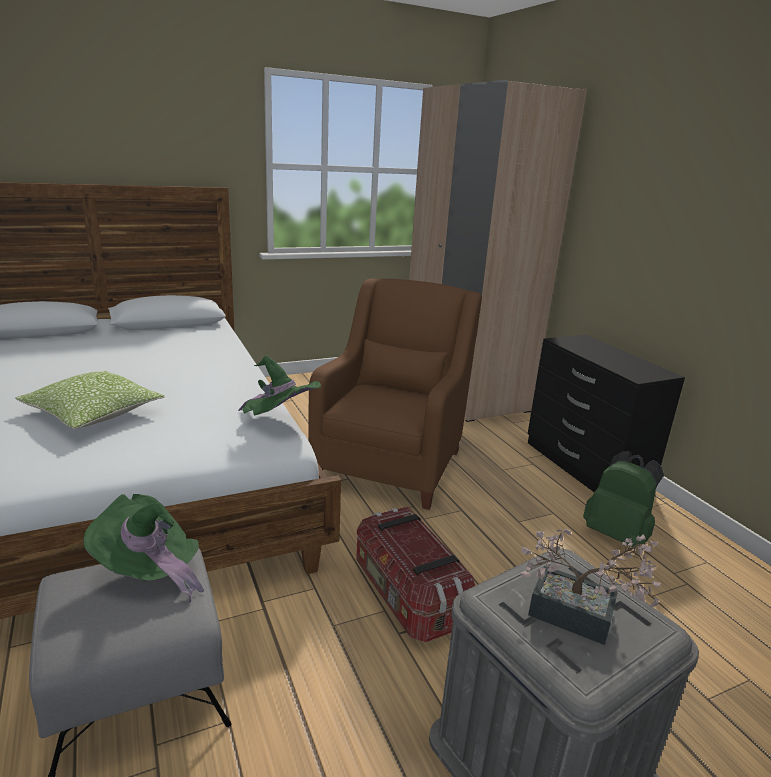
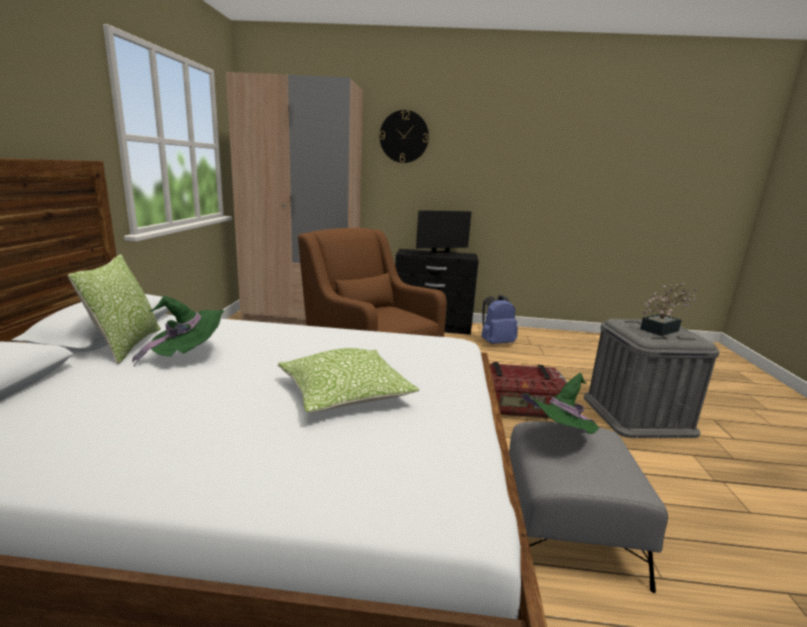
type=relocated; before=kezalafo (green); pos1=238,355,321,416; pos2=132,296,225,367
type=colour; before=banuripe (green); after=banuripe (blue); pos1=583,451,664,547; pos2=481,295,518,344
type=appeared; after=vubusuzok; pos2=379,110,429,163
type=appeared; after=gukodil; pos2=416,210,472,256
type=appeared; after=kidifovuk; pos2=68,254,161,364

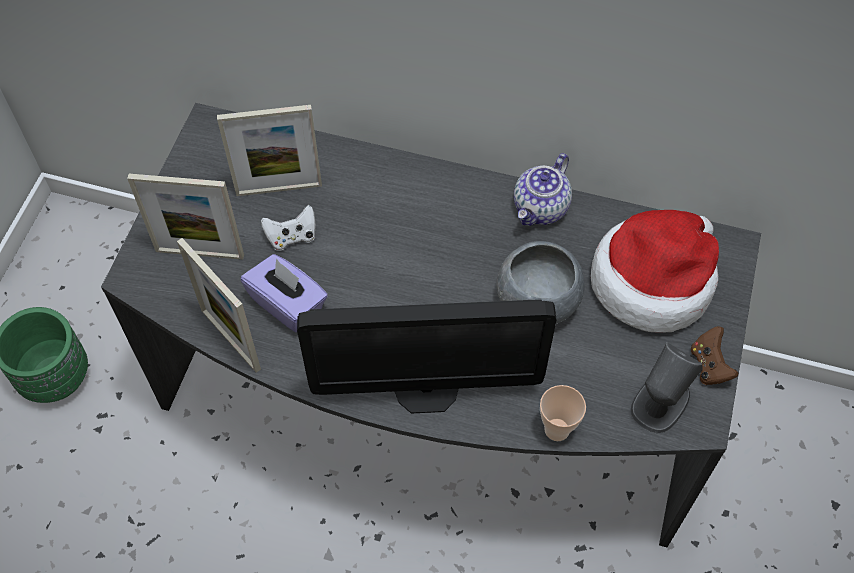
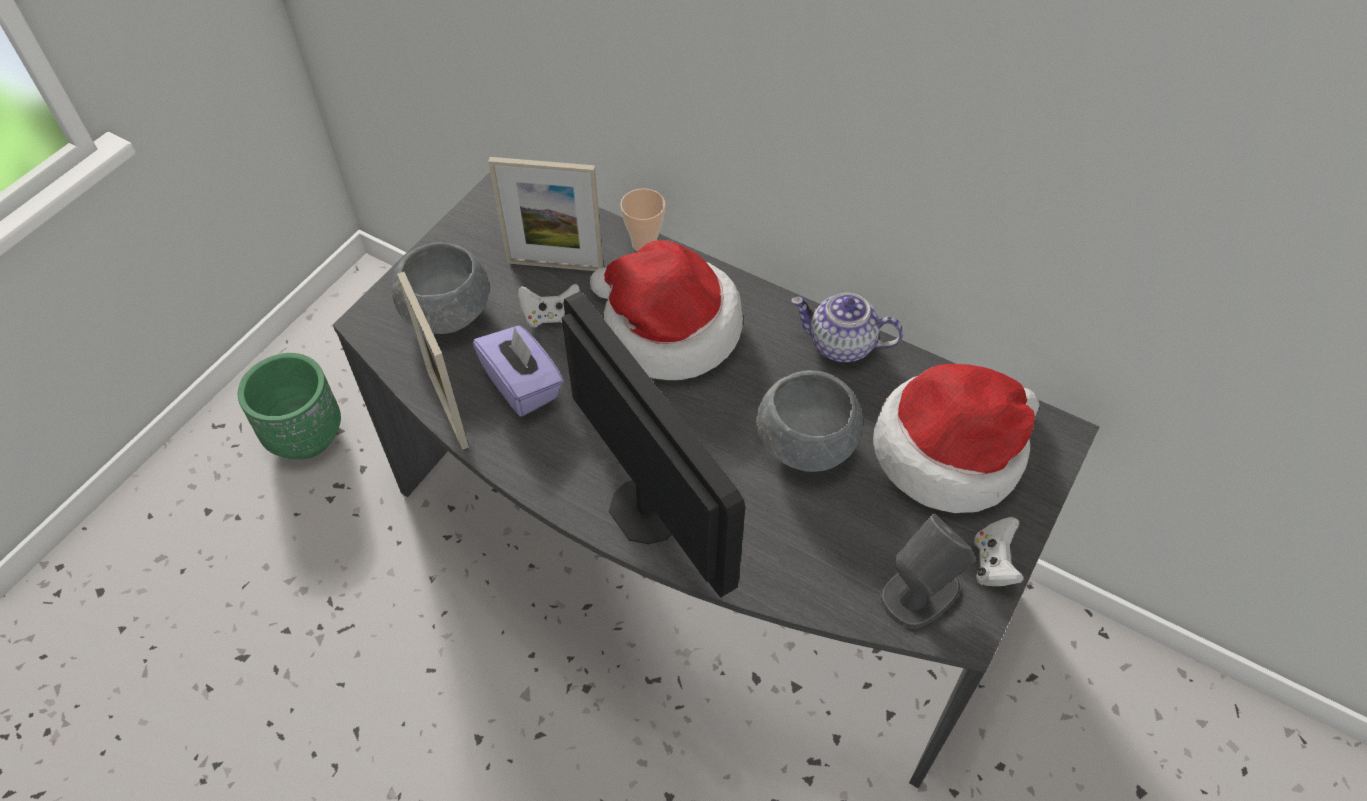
type=spun; before=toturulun; pos1=514,153,572,226; pos2=791,293,903,362; turn=60
type=exchanged; before=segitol; after=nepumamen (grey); pos1=127,174,244,260; pos2=392,243,489,334
type=spun; before=gukodil; pos1=297,299,556,413; pos2=562,291,745,597; turn=-135
type=colour; before=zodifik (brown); after=zodifik (white); pos1=691,326,739,385; pos2=974,517,1024,586
type=relocated; before=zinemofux; pos1=540,385,586,441; pos2=620,188,665,251
type=appeared; after=kezalafo; pos2=590,240,743,380

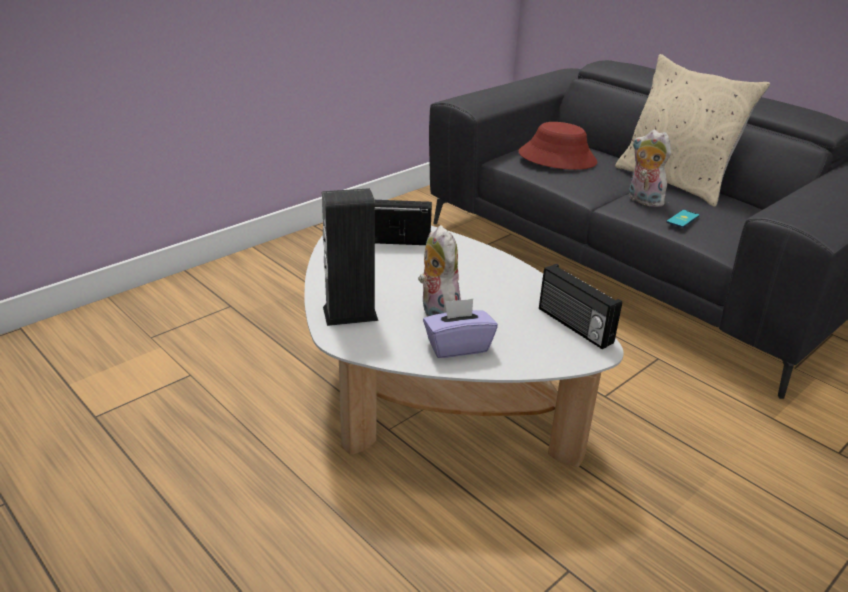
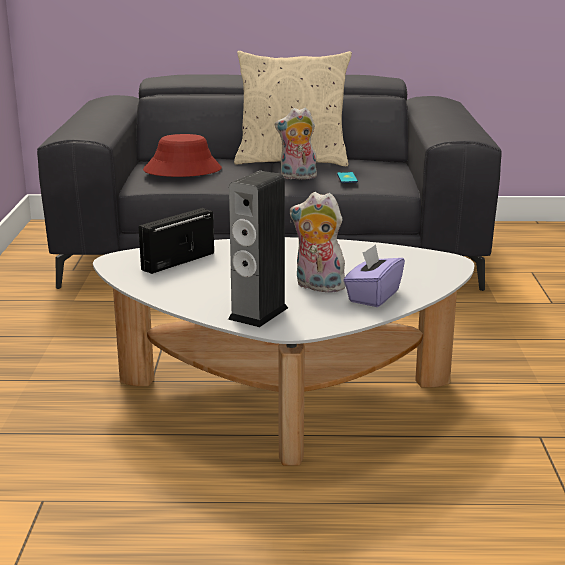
type=missing; before=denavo; pos1=539,264,622,349

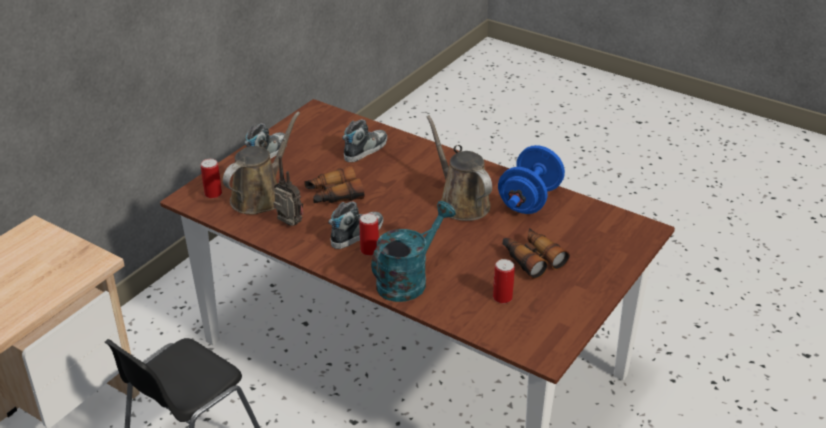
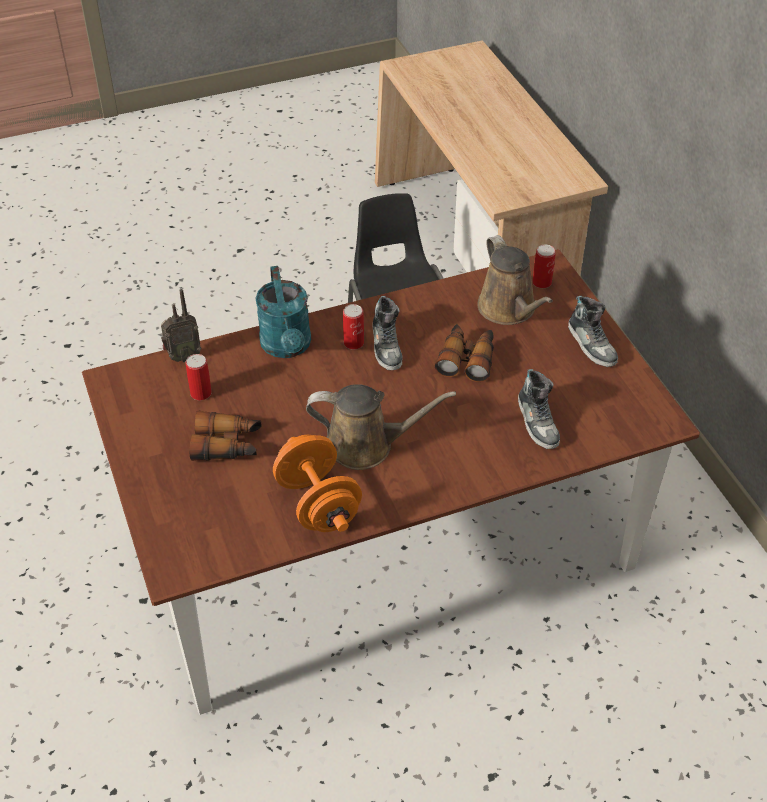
type=colour; before=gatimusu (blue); after=gatimusu (orange); pos1=498,145,565,214; pos2=273,435,362,532
type=relocated; before=denavo; pos1=273,156,304,226; pos2=161,289,201,362

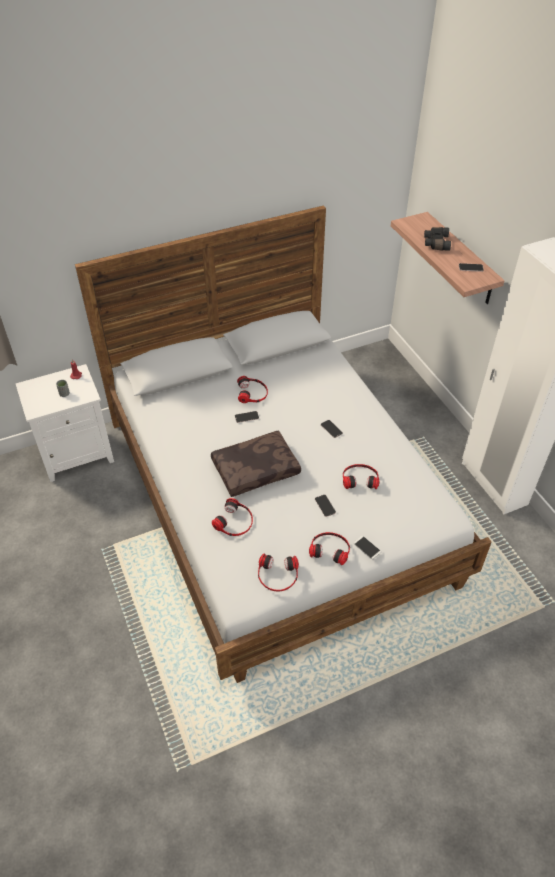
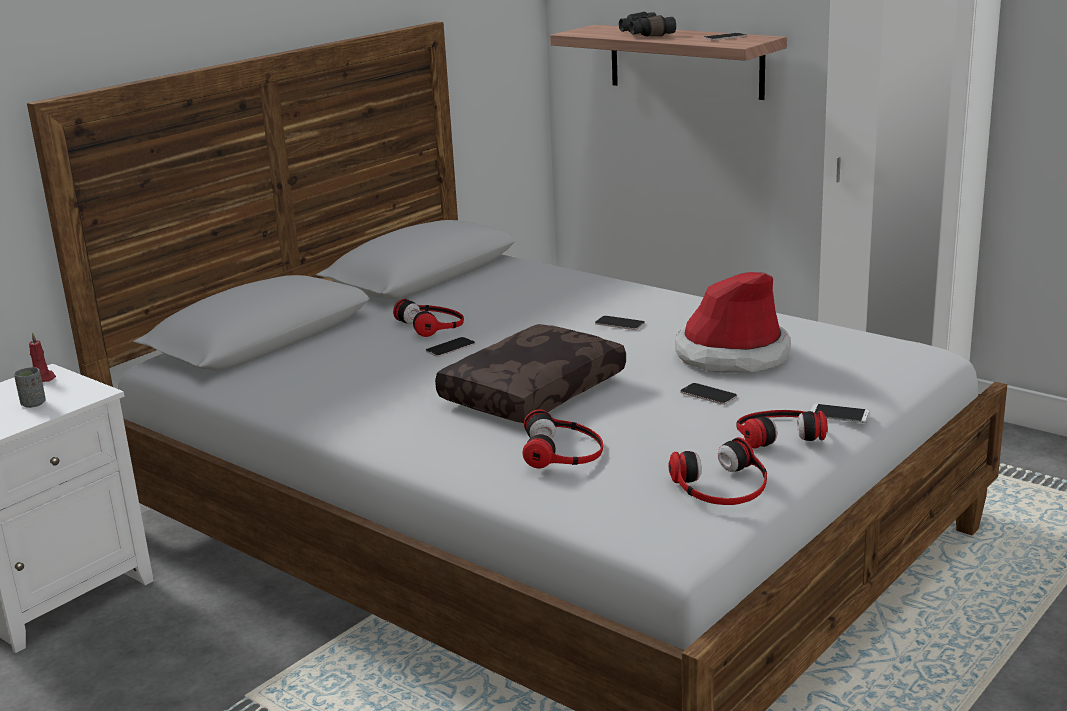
type=exchanged; before=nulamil; after=kezalafo; pos1=343,464,380,489; pos2=675,272,791,373

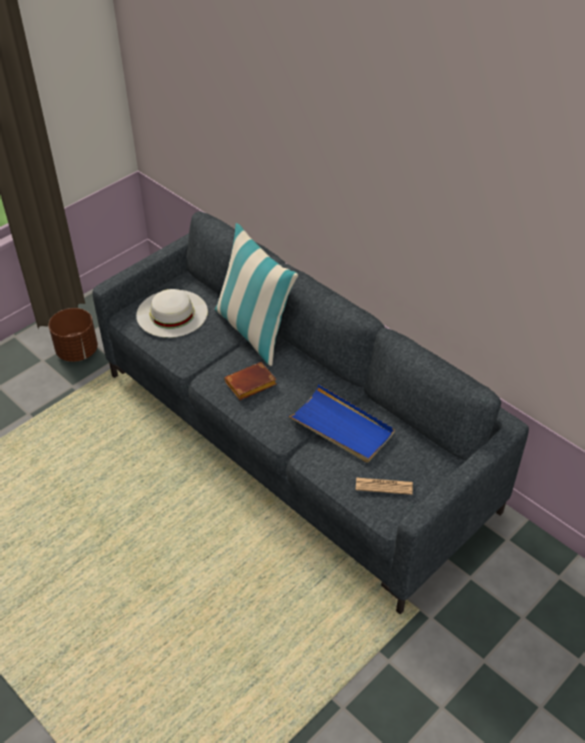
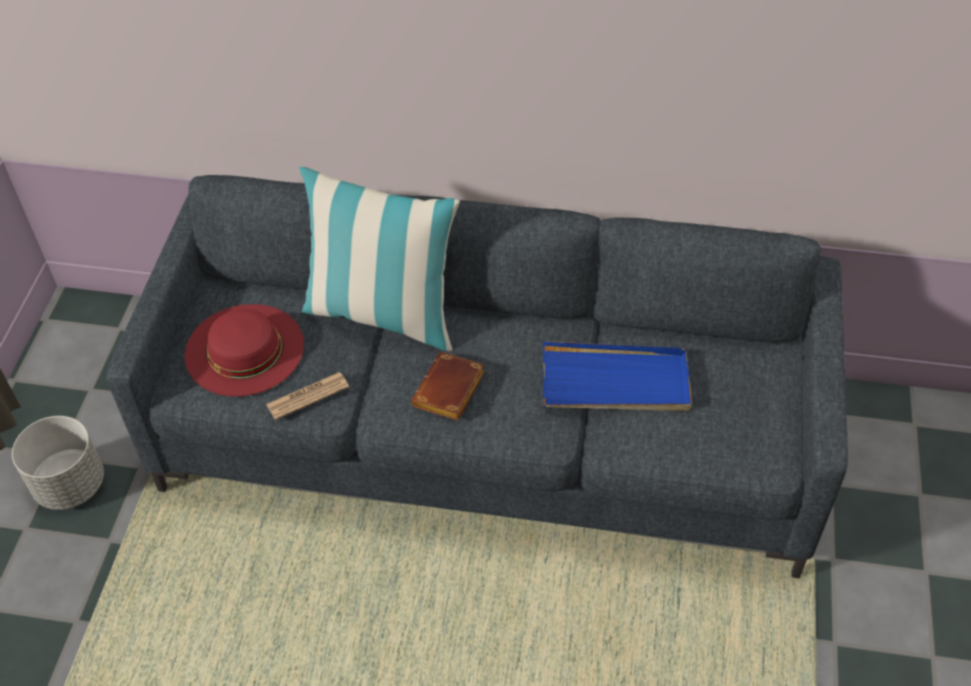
type=colour; before=kezalafo (white); after=kezalafo (red); pos1=136,289,208,338; pos2=185,304,304,397
type=colour; before=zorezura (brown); after=zorezura (grey); pos1=49,308,98,362; pos2=12,416,104,510
type=relocated; before=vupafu; pos1=356,477,413,495; pos2=266,372,349,420

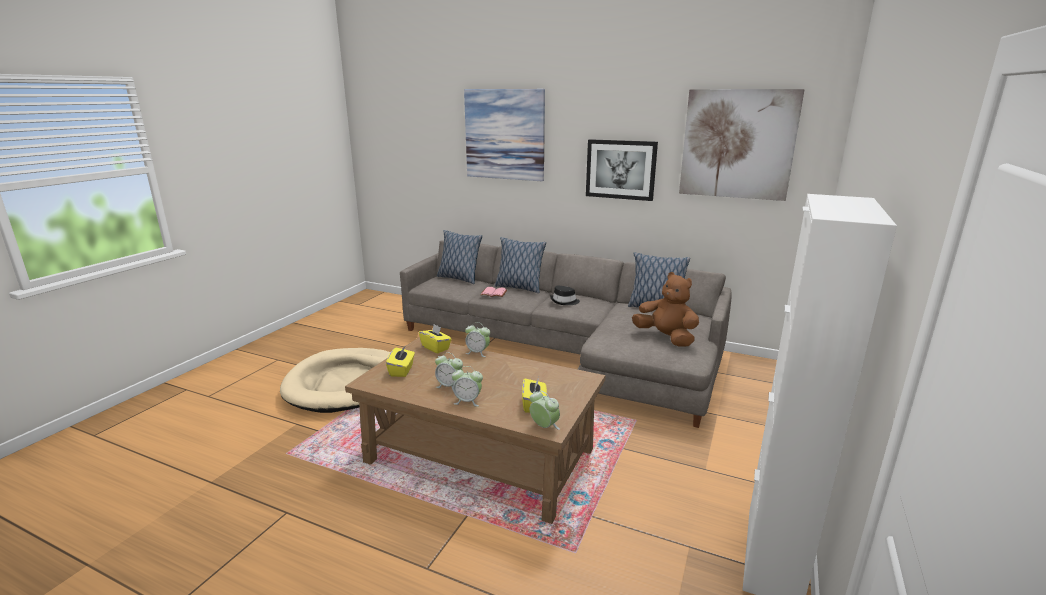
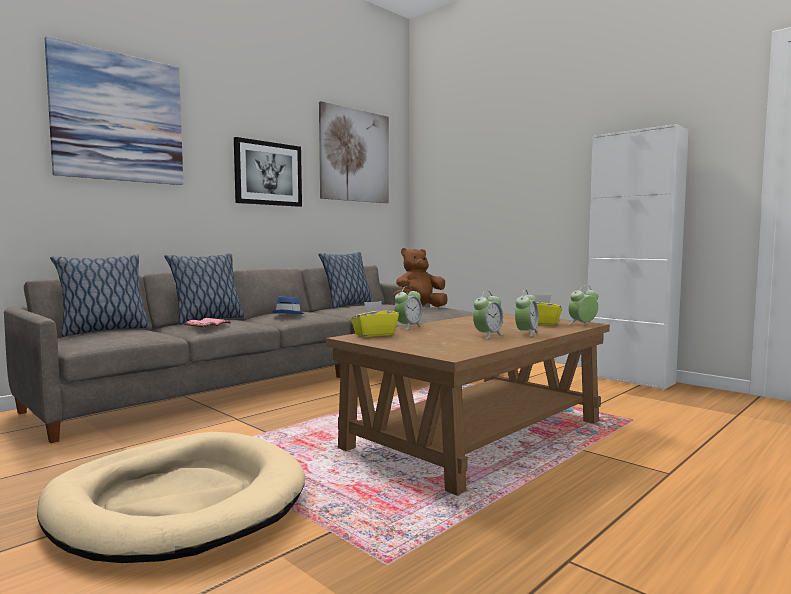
type=colour; before=kezalafo (black); after=kezalafo (blue); pos1=550,286,580,305; pos2=272,297,305,314
type=missing; before=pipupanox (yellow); pos1=386,345,415,377

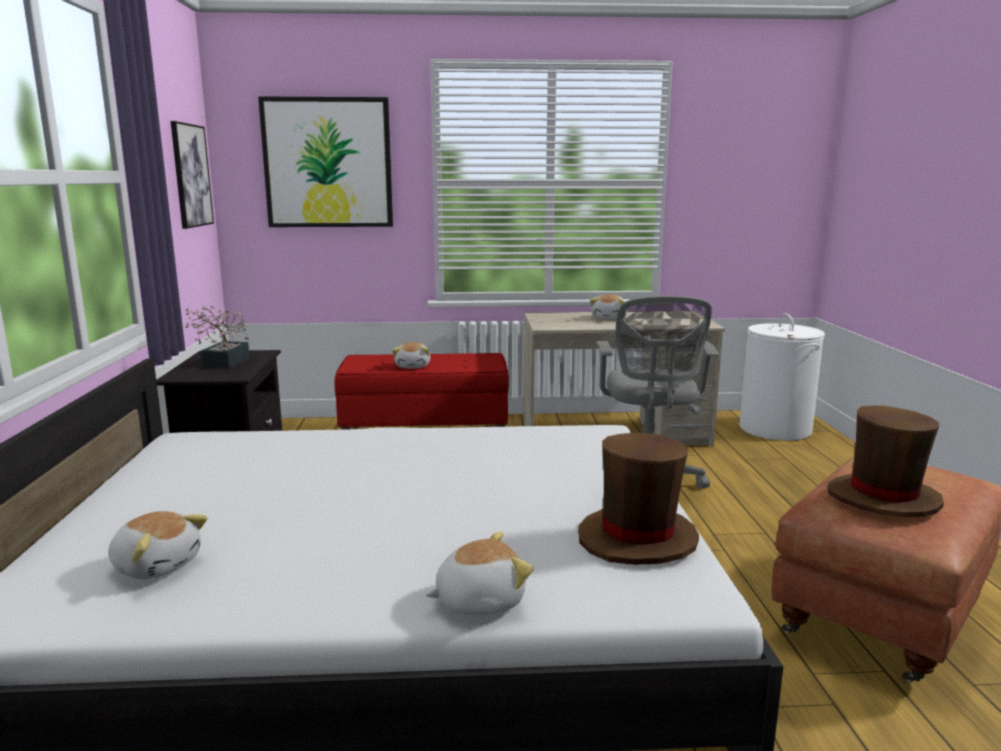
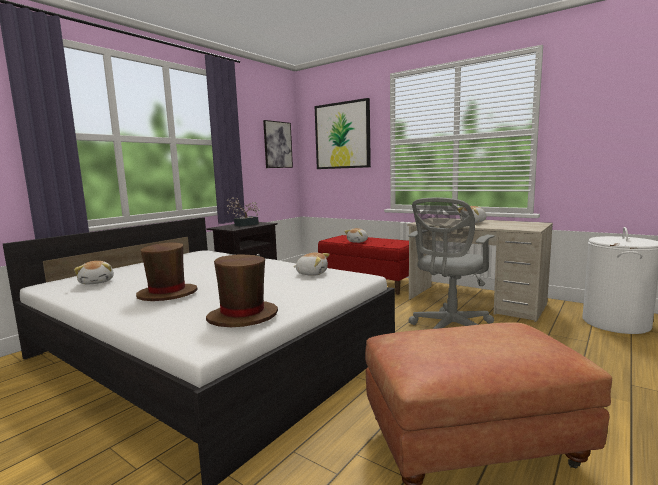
type=relocated; before=kezalafo (brown); pos1=827,405,944,517; pos2=136,242,198,301
type=relocated; before=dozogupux; pos1=426,531,533,615; pos2=293,253,330,276

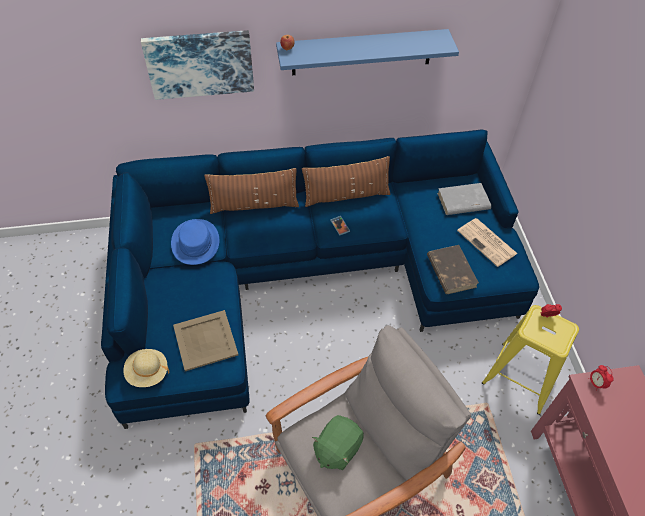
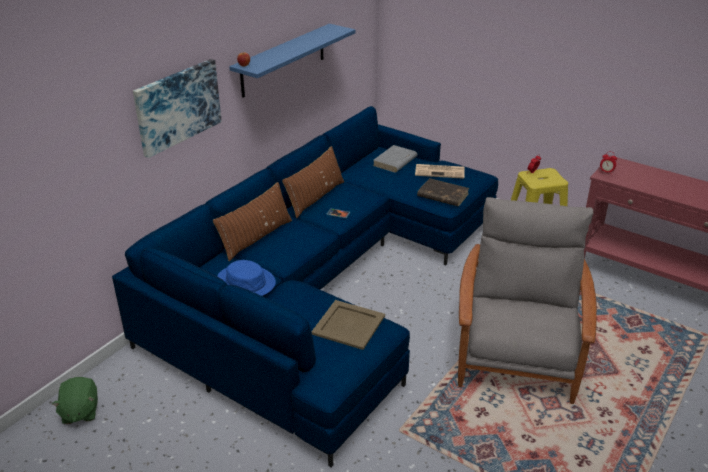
type=missing; before=kezalafo (beige); pos1=123,349,169,387
type=relocated; before=dozogupux (green); pos1=312,415,364,471; pos2=52,377,98,424

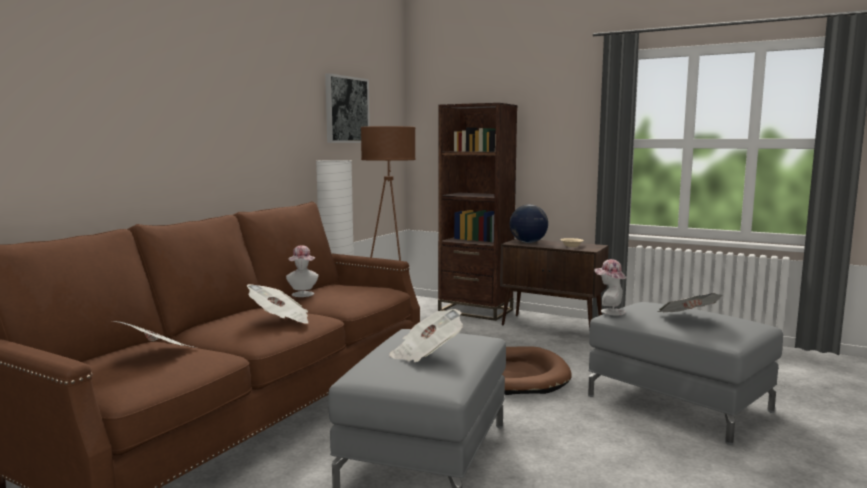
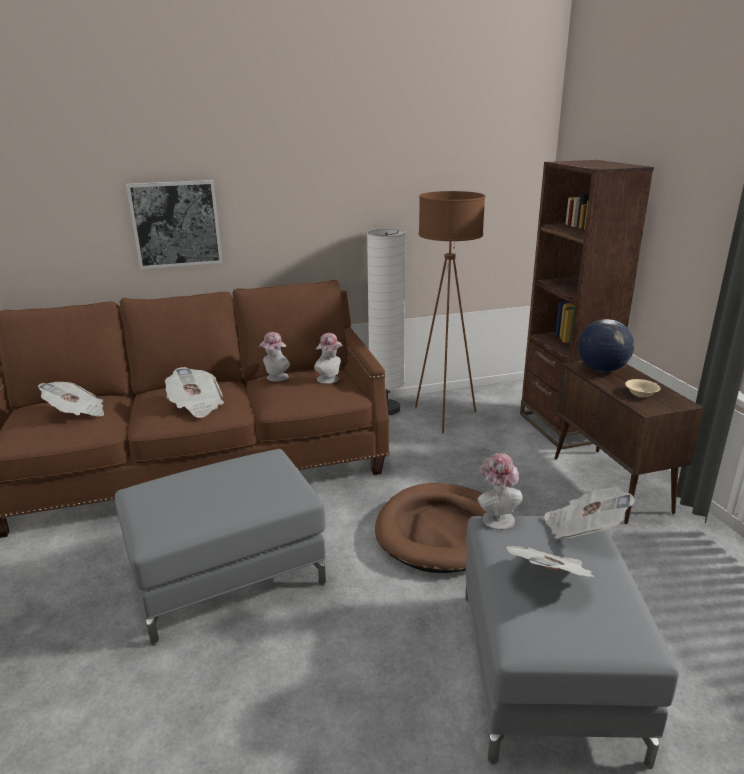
type=relocated; before=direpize; pos1=325,73,370,143; pos2=126,180,223,269
type=relocated; before=vupafu; pos1=389,309,463,362; pos2=544,487,635,539
type=appeared; after=kezalafo; pos2=314,333,343,384

